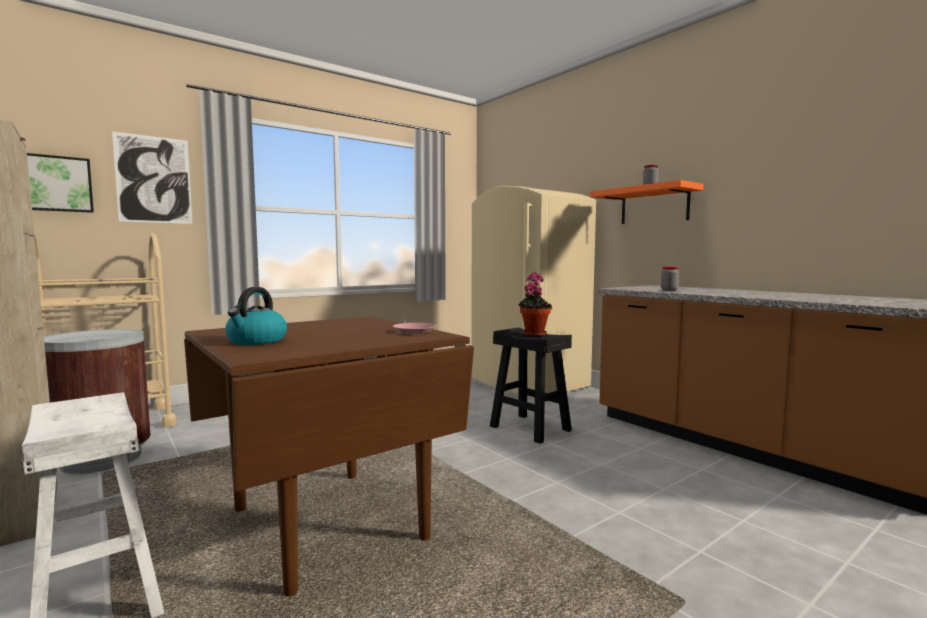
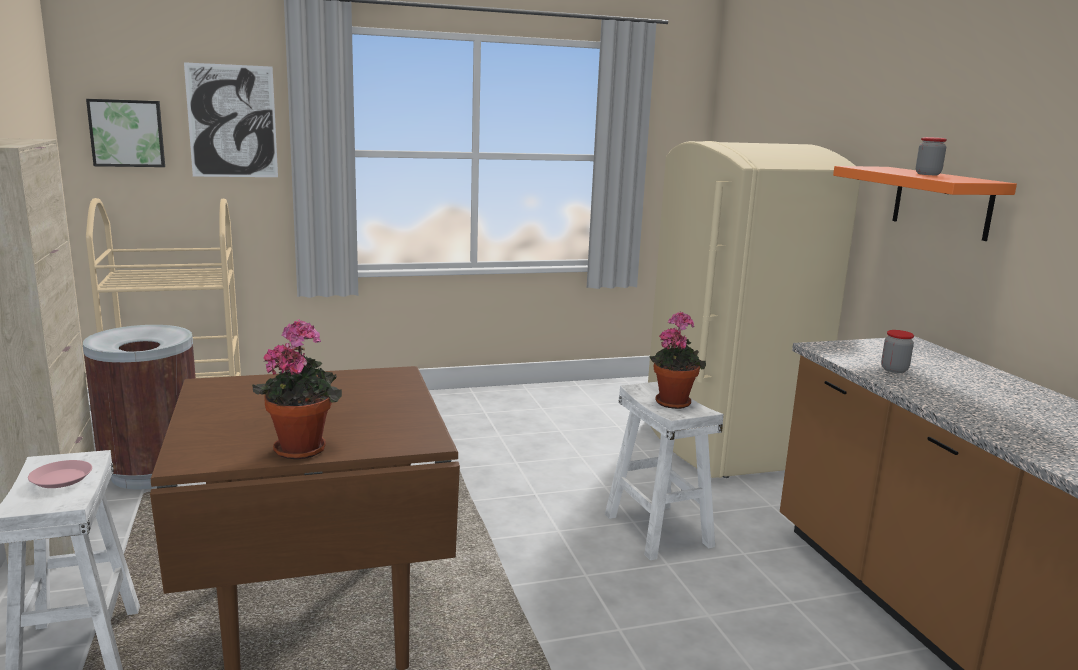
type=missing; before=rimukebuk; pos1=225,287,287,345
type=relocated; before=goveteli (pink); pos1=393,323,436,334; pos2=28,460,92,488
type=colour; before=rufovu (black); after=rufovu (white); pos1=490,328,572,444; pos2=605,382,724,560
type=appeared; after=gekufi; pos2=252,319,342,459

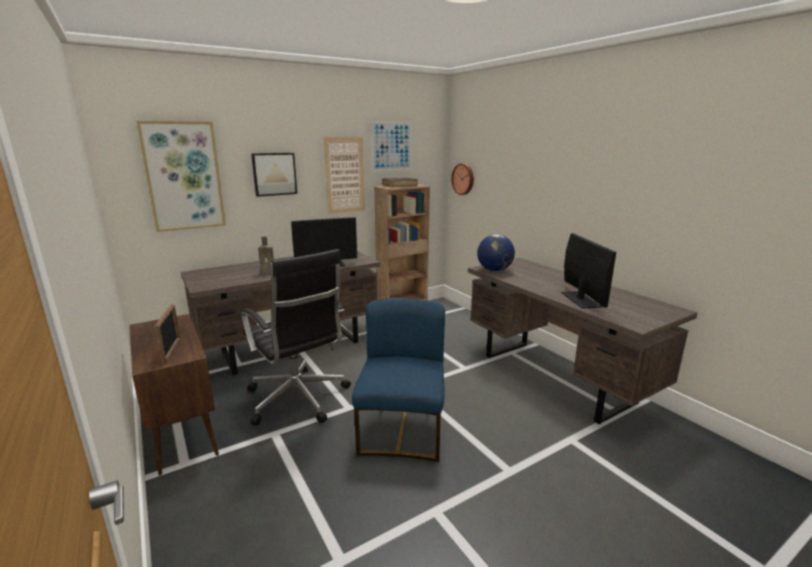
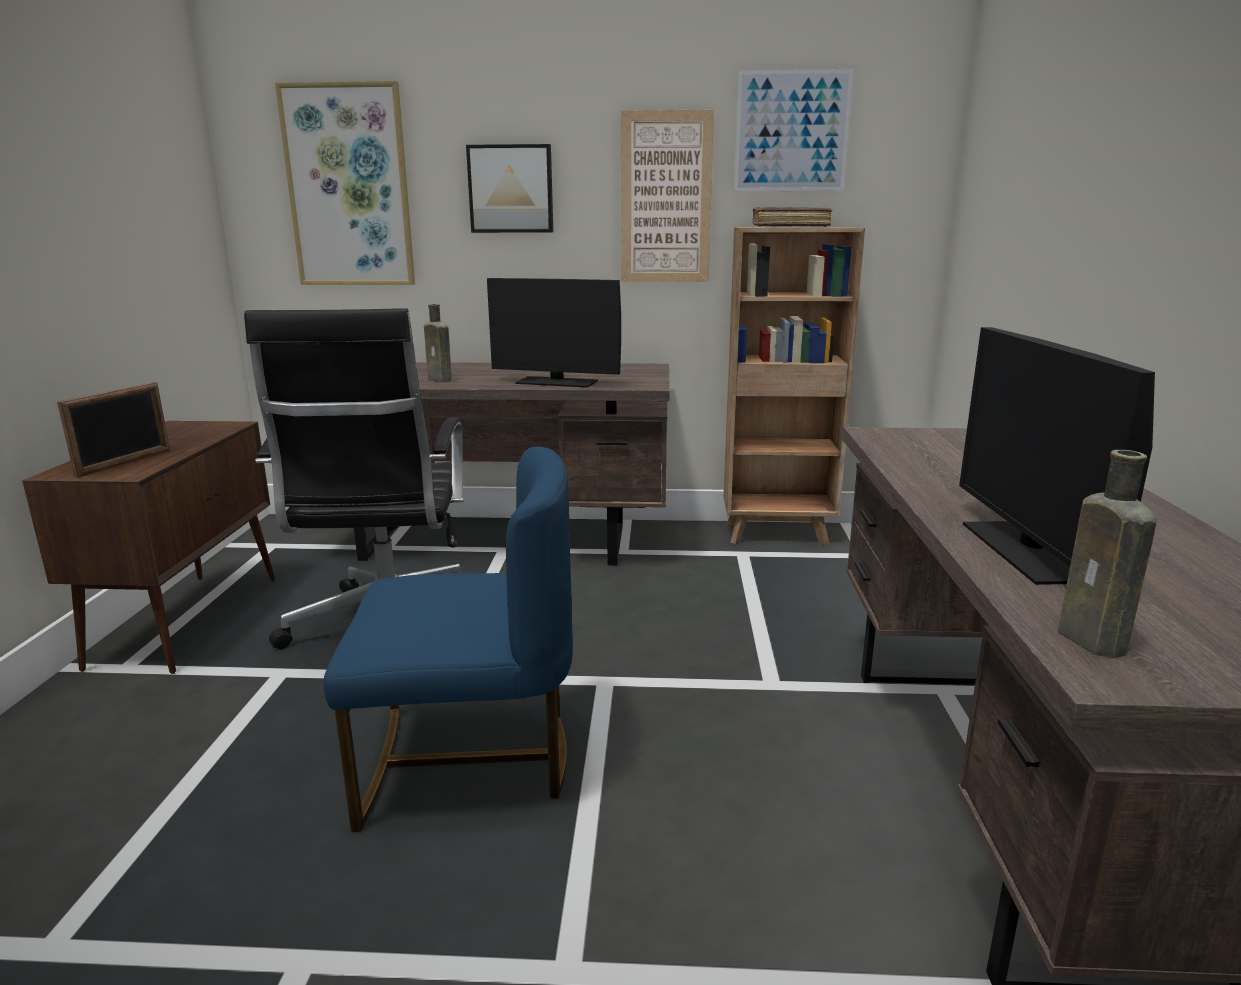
type=missing; before=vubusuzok; pos1=451,163,474,195
type=spun; before=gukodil; pos1=561,233,616,309; pos2=959,327,1155,585; turn=150
type=missing; before=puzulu; pos1=477,234,515,271
type=spun; before=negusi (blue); pos1=352,298,445,462; pos2=323,447,573,832; turn=45
type=appeared; after=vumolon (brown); pos2=1058,450,1157,658

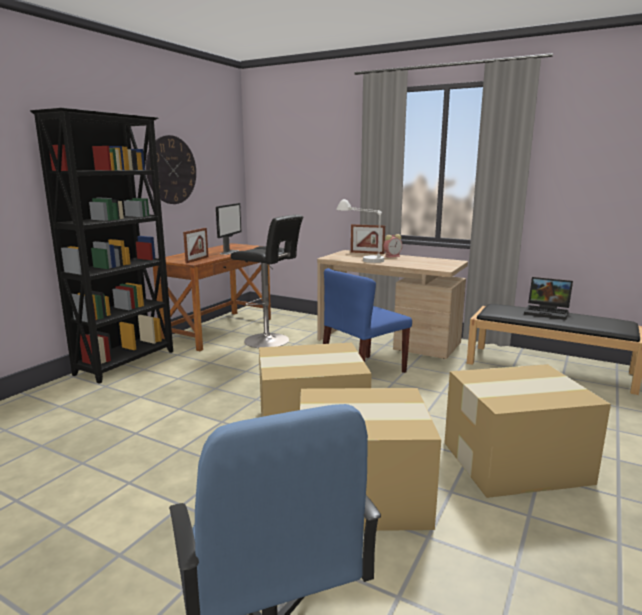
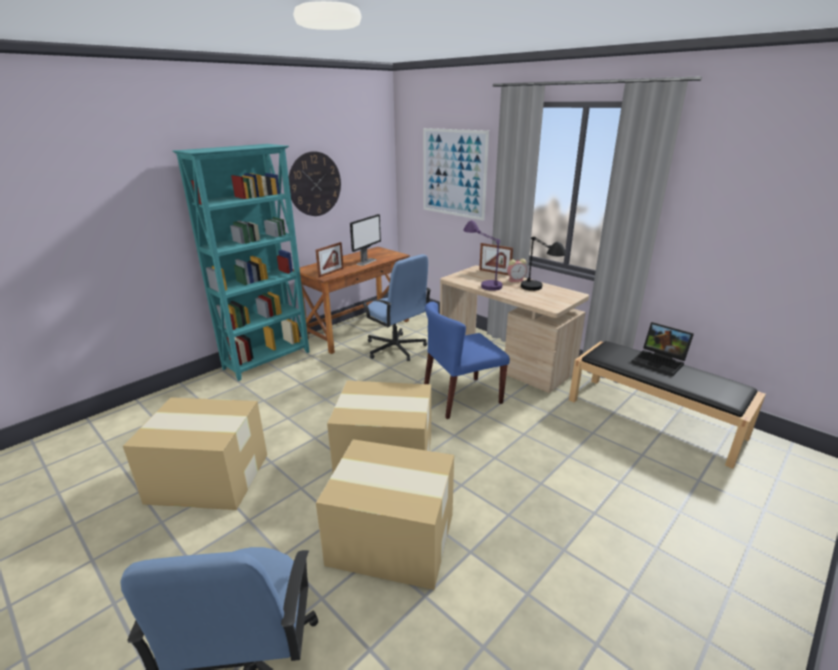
type=colour; before=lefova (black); after=lefova (turquoise); pos1=30,108,173,384; pos2=172,144,310,381
type=colour; before=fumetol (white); after=fumetol (purple); pos1=336,199,384,263; pos2=463,220,502,291
type=exchanged; before=rufovu (black); after=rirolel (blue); pos1=231,214,303,348; pos2=362,254,431,361
type=relocated; before=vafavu; pos1=444,364,611,498; pos2=123,397,267,510
type=appeared; after=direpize; pos2=423,128,489,221
type=appeared; after=fumetol (black); pos2=521,237,566,291

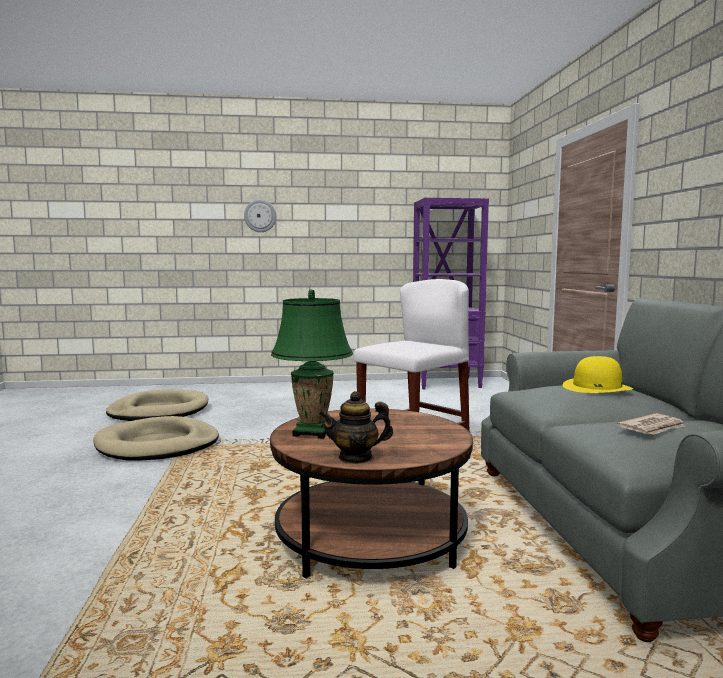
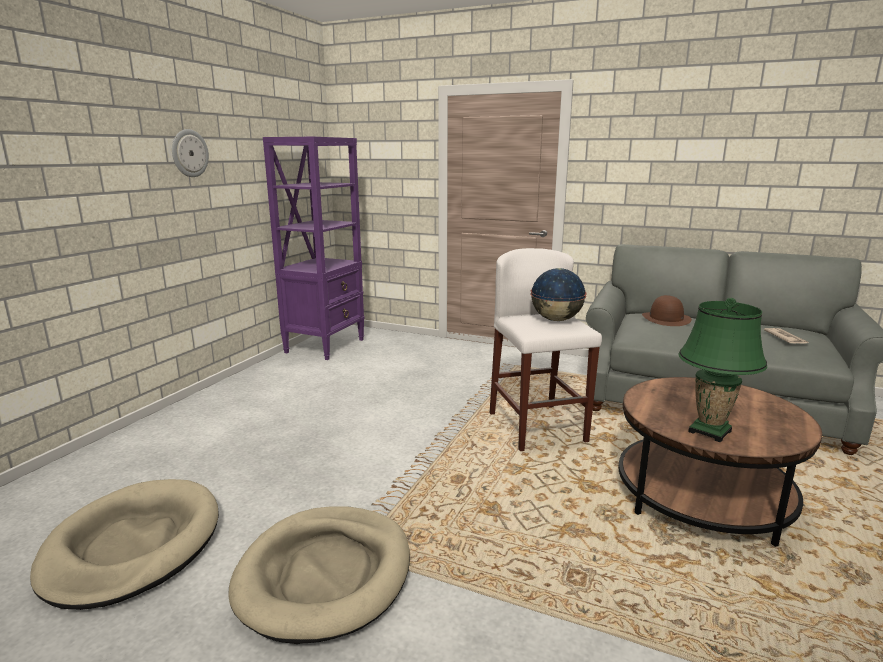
type=relocated; before=vubusuzok; pos1=244,200,276,232; pos2=172,129,209,177
type=colour; before=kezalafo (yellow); after=kezalafo (brown); pos1=563,356,633,393; pos2=642,295,692,326
type=missing; before=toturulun; pos1=319,391,393,464
type=appeared; after=puzulu; pos2=530,268,587,321

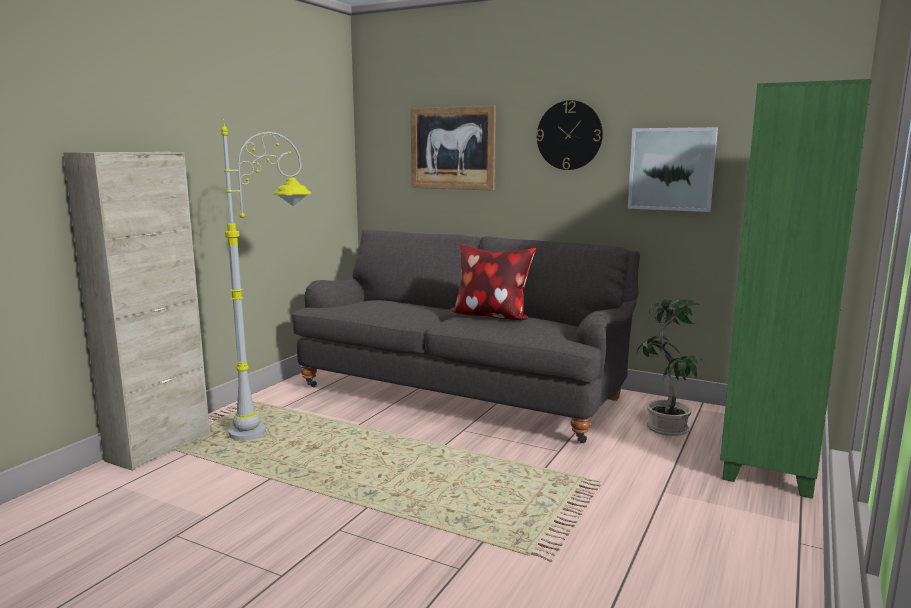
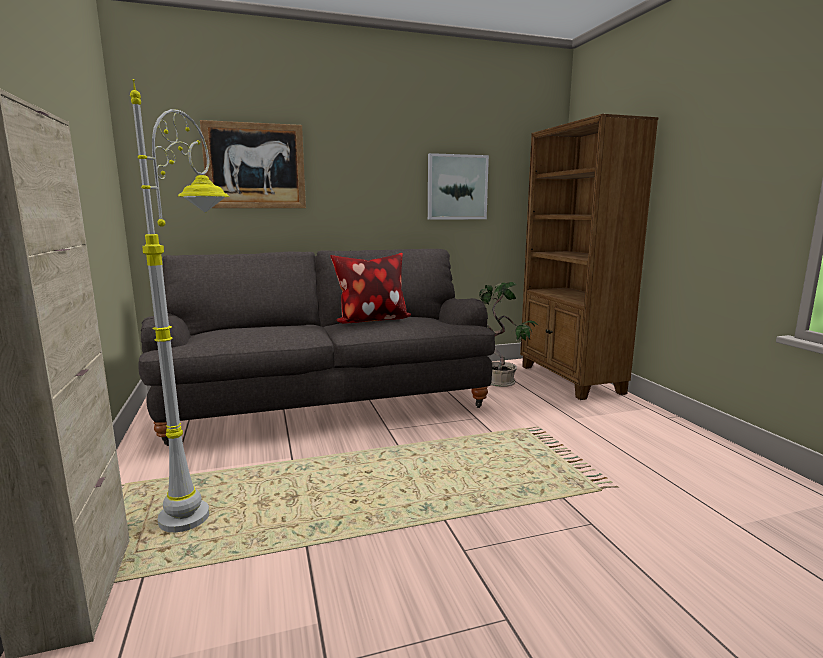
type=colour; before=lefova (green); after=lefova (brown); pos1=720,79,872,499; pos2=520,114,658,400
type=missing; before=vubusuzok; pos1=536,100,603,170

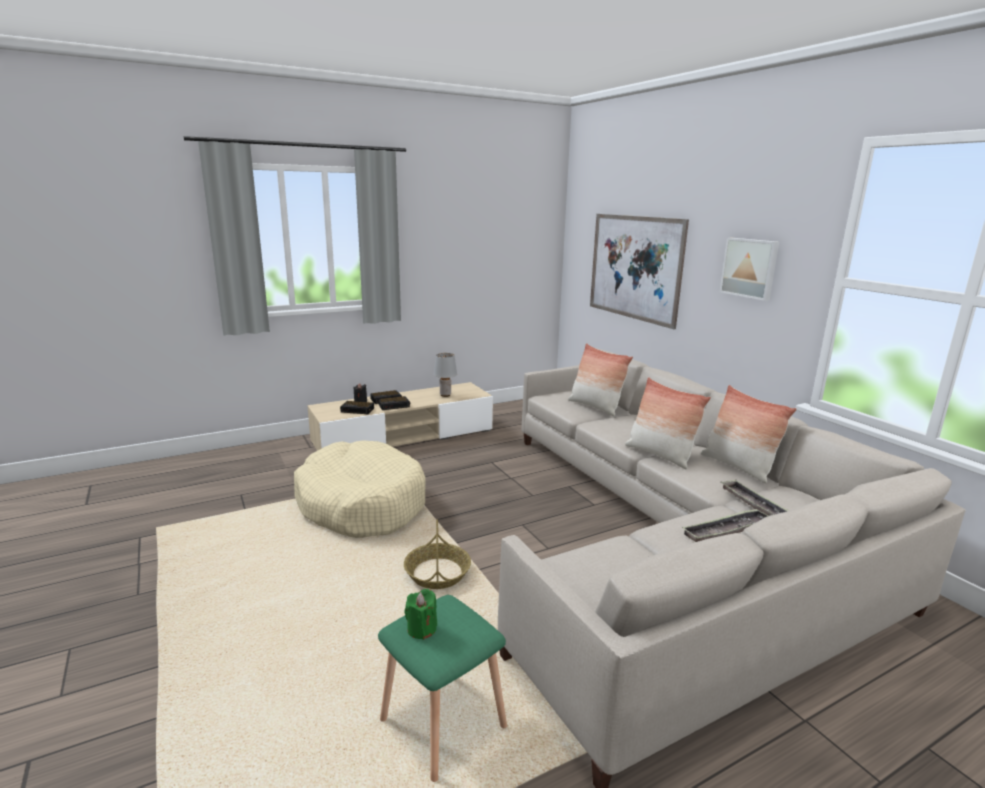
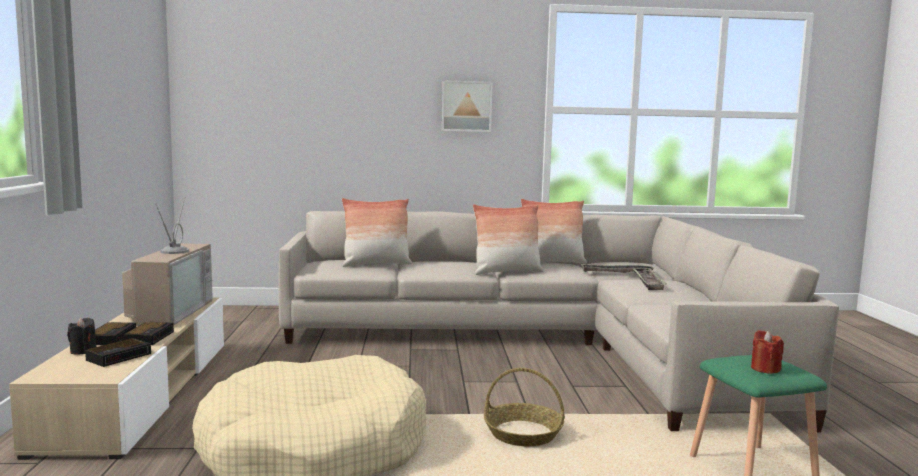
type=missing; before=direpize; pos1=590,214,689,329
type=exchanged; before=fumetol (grey); after=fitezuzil; pos1=434,353,457,397; pos2=122,197,213,326
type=colour; before=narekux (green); after=narekux (red); pos1=405,589,437,640; pos2=751,330,784,374

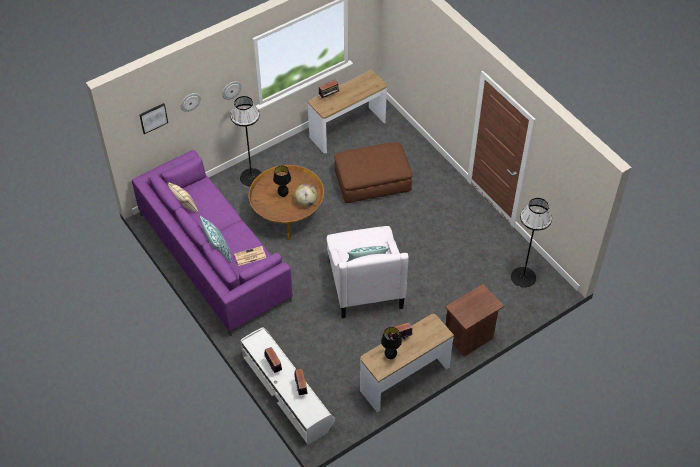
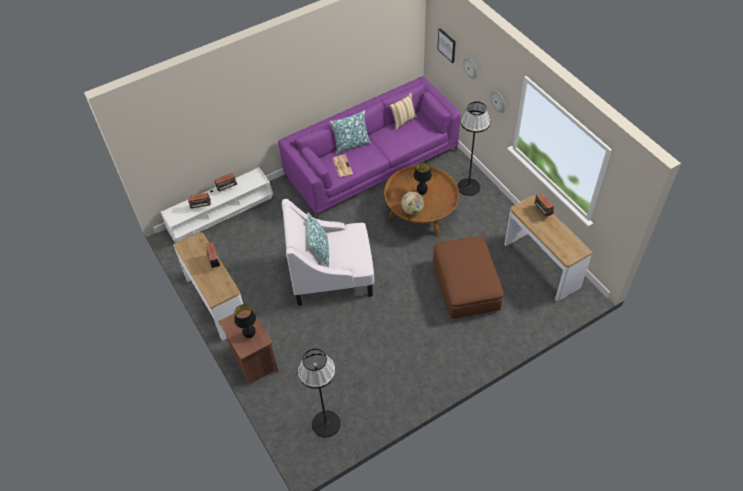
type=relocated; before=fumetol (black); pos1=381,327,402,359; pos2=234,304,256,338

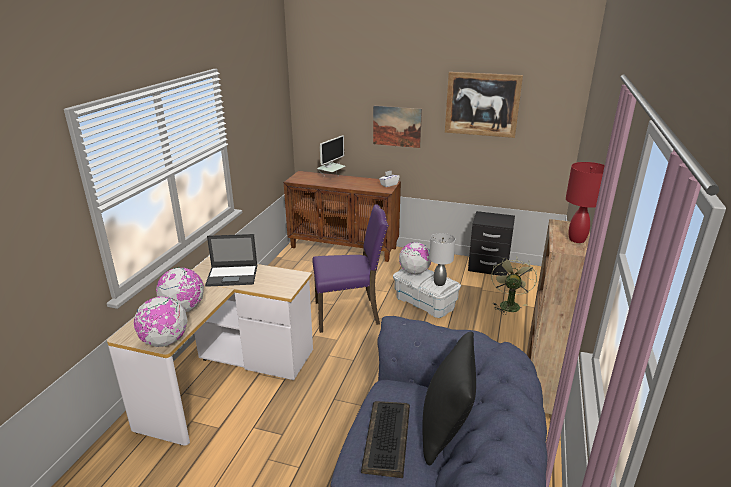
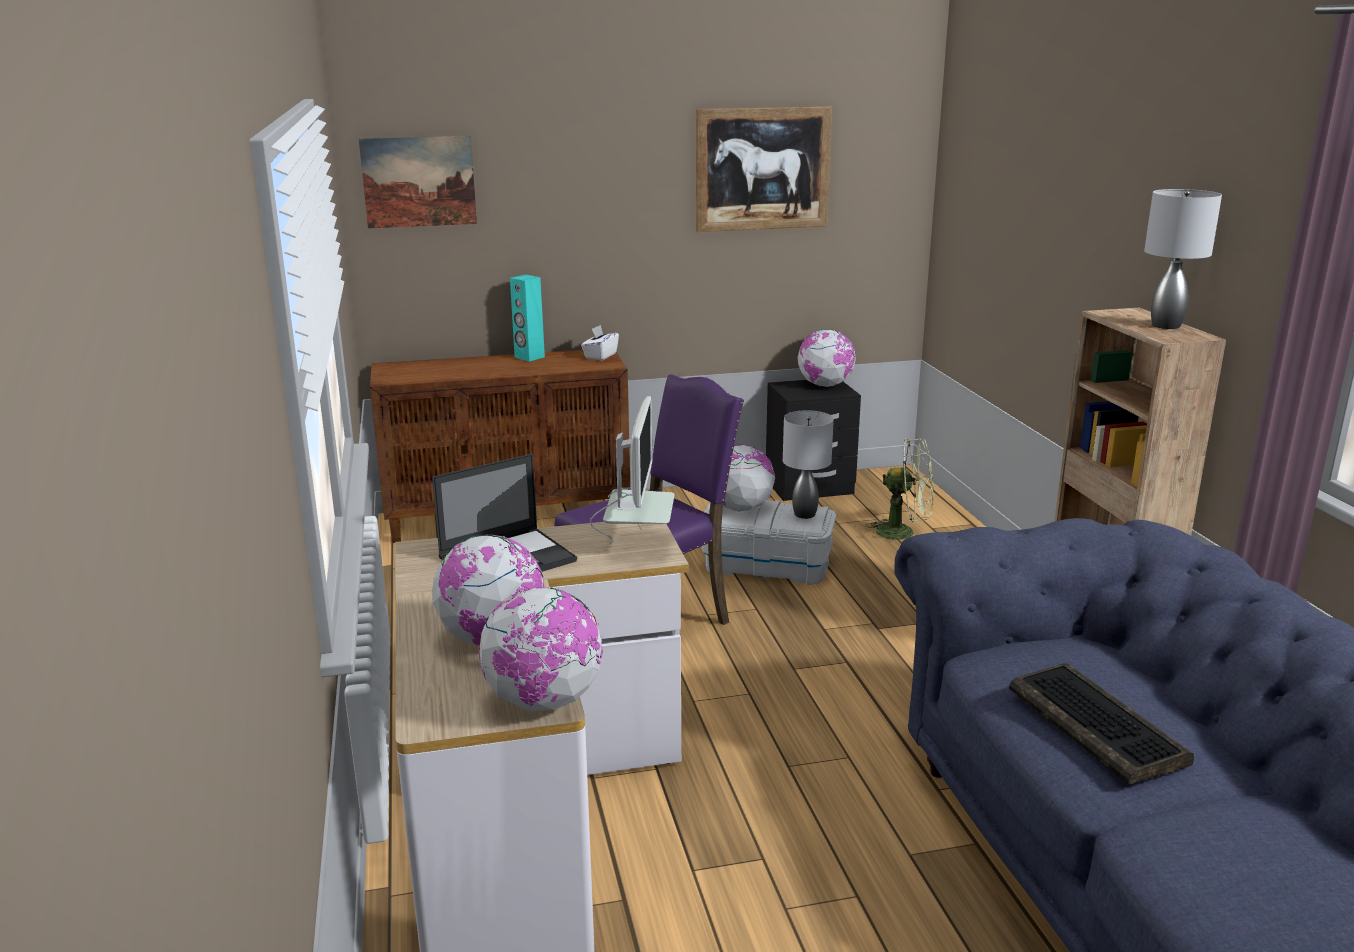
type=relocated; before=direpize; pos1=373,106,422,148; pos2=359,136,477,228
type=relocated; before=gukodil; pos1=317,135,345,177; pos2=590,396,675,545
type=colour; before=fumetol (red); after=fumetol (grey); pos1=566,162,605,243; pos2=1144,189,1222,329
type=spun; before=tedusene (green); pos1=491,256,537,315; pos2=865,438,934,540; turn=120
type=missing; before=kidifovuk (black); pos1=422,332,476,465
type=appeared; after=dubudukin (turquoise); pos2=510,275,545,362
type=appeared; after=puzulu; pos2=797,329,856,387

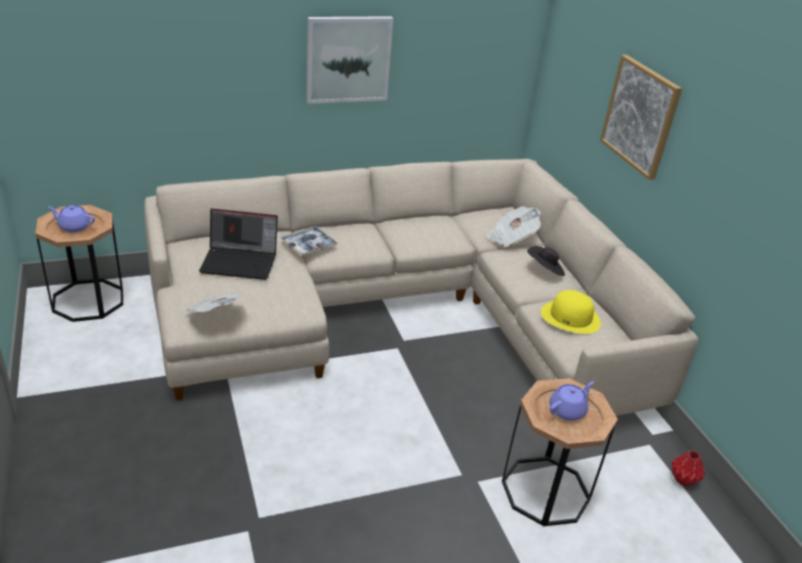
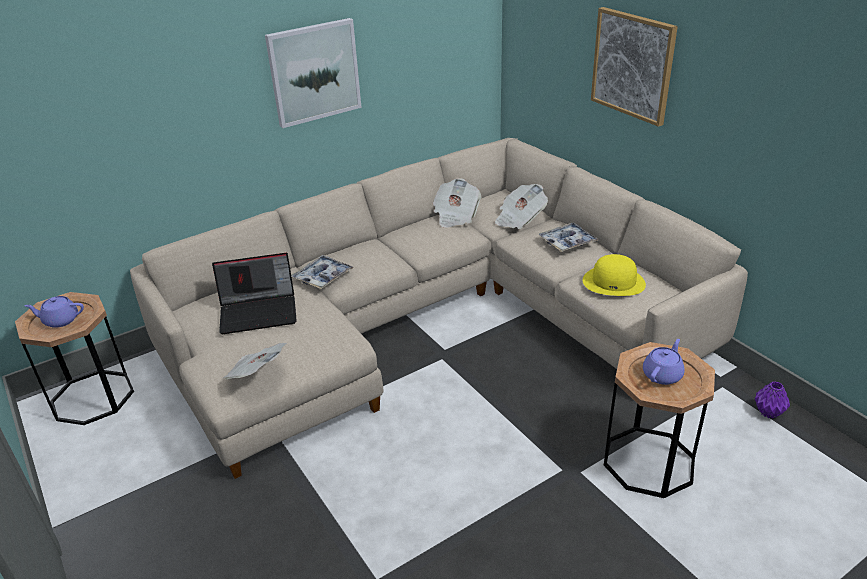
type=exchanged; before=kezalafo (black); after=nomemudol; pos1=527,246,565,276; pos2=538,222,598,252
type=colour; before=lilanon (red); after=lilanon (purple); pos1=672,451,705,487; pos2=755,381,790,418
type=appeared; after=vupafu; pos2=433,178,482,228

